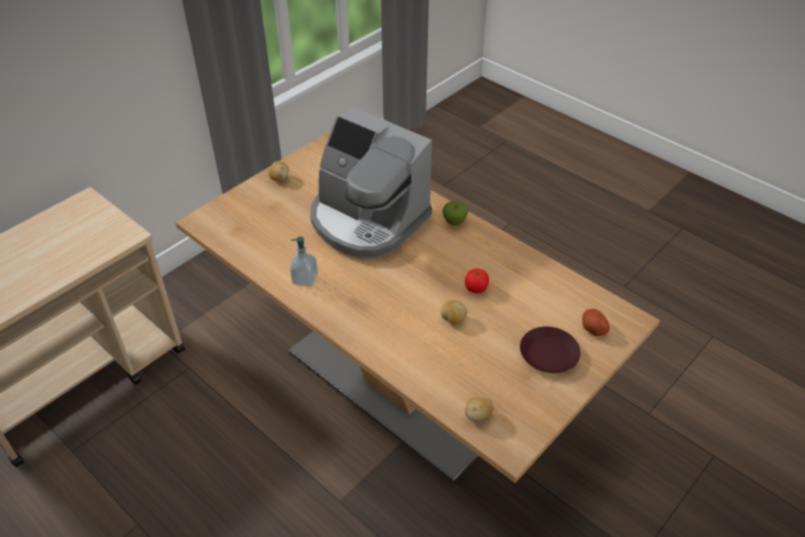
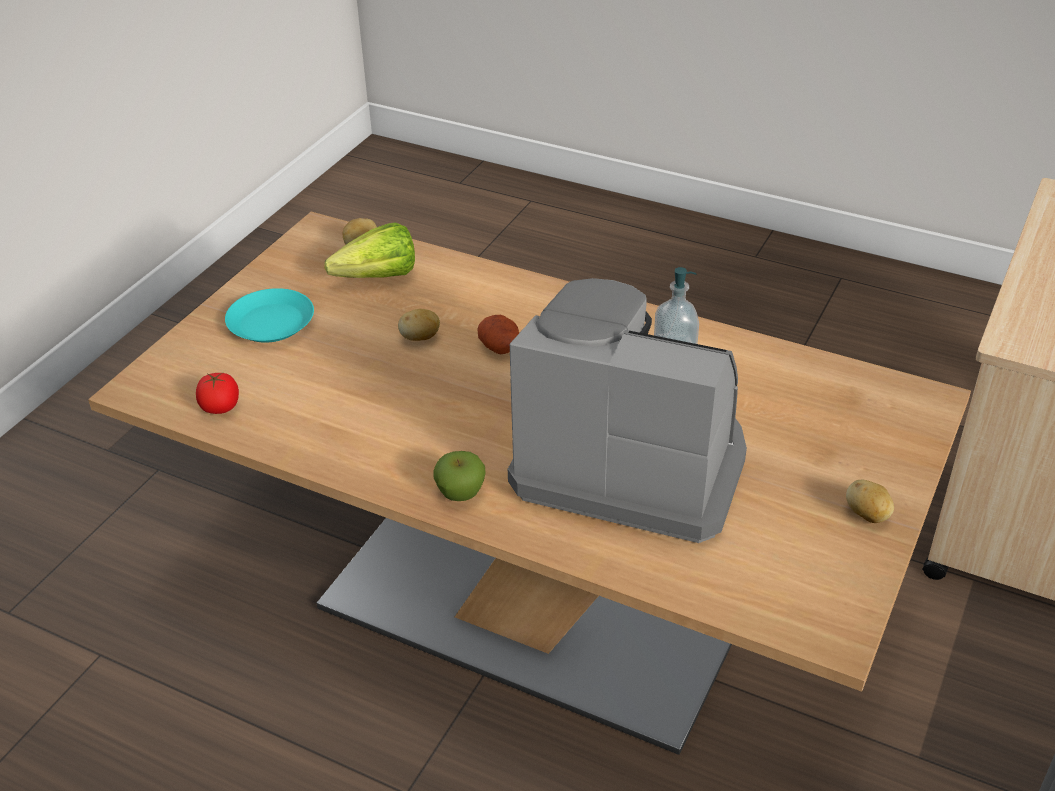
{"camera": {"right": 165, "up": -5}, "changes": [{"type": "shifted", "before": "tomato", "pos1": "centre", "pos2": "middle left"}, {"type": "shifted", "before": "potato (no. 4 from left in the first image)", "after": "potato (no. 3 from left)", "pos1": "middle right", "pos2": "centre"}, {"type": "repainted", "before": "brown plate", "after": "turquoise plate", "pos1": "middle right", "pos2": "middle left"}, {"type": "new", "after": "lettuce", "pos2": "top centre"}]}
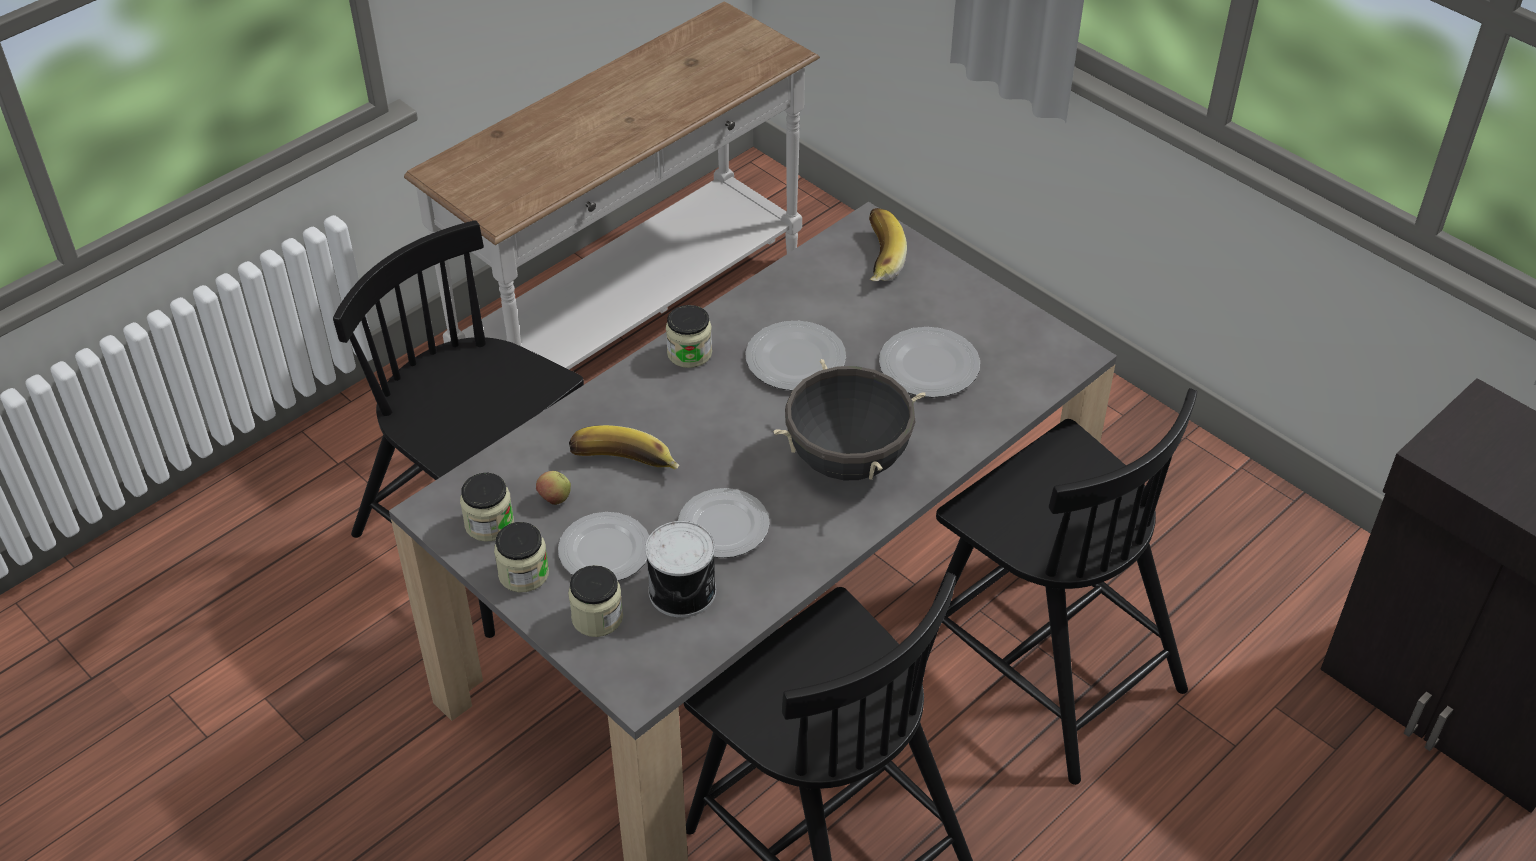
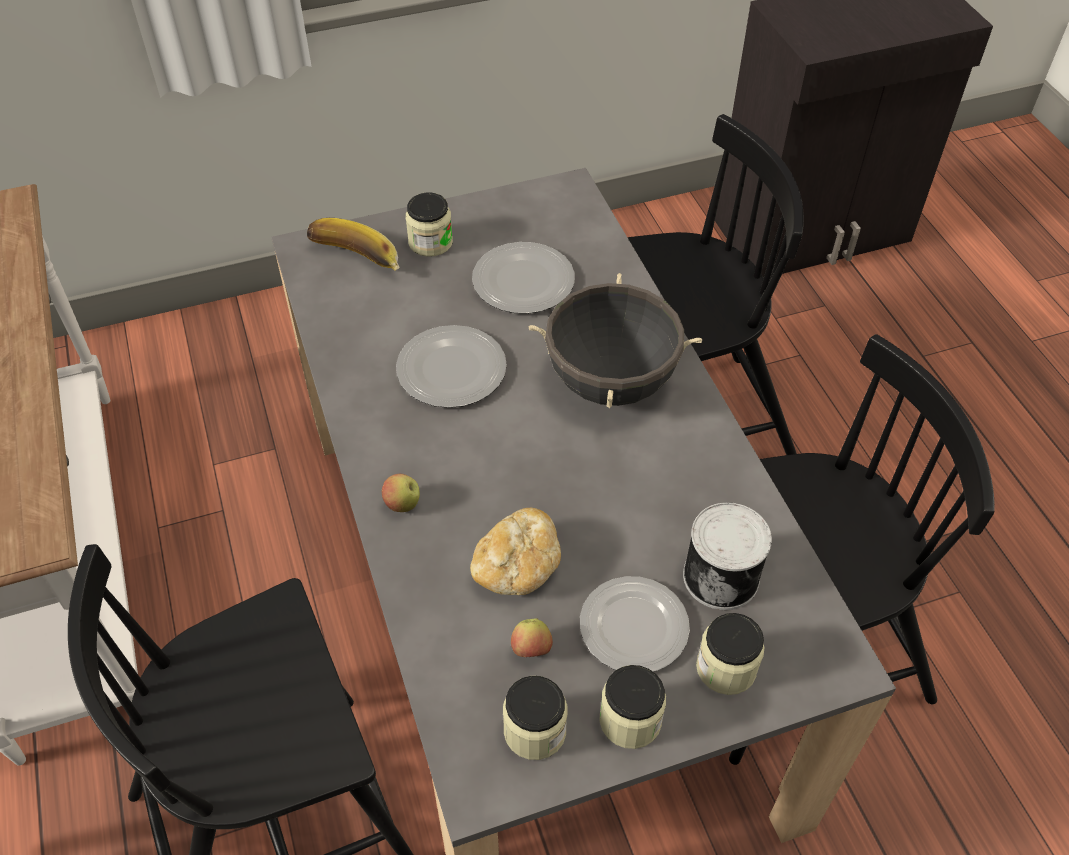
{"camera": {"right": -65, "up": 5}, "changes": [{"type": "shifted", "before": "jar (no. 4 from left in the first image)", "after": "jar (no. 1 from left)", "pos1": "centre", "pos2": "top centre"}, {"type": "swapped", "before": "banana (no. 1 from left)", "after": "bread", "pos1": "centre", "pos2": "centre"}, {"type": "gone", "before": "plate (no. 2 from left)", "pos1": "centre"}, {"type": "new", "after": "apple (no. 1 from left)", "pos2": "centre"}]}
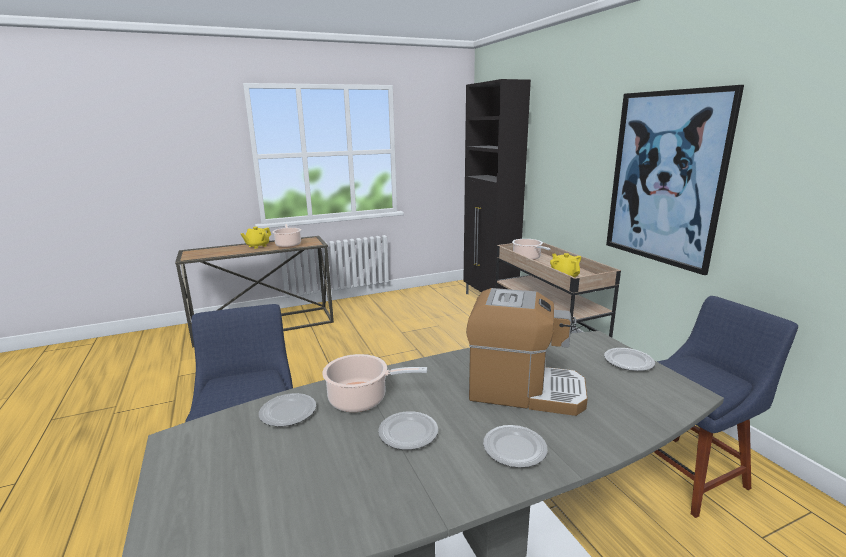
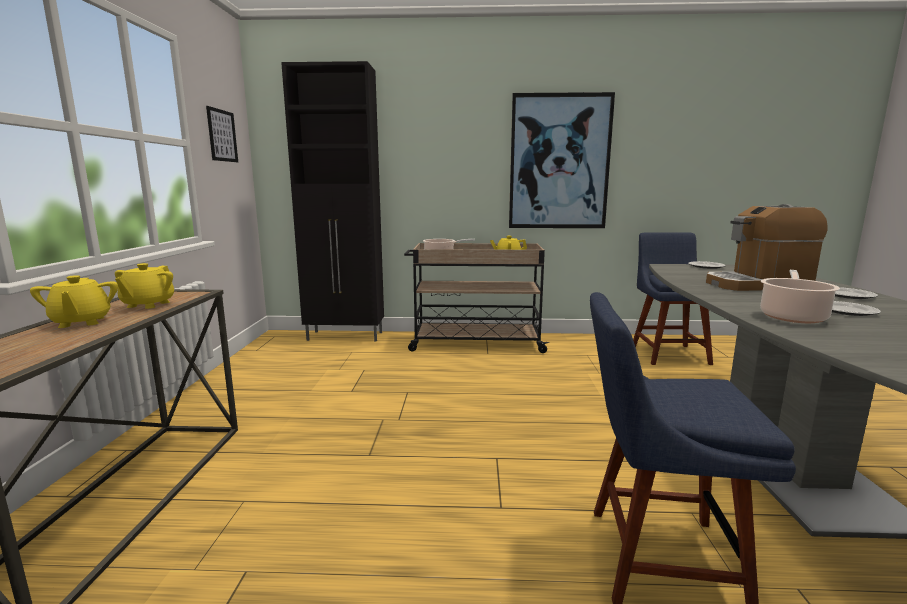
{"camera": {"right": -65, "up": -5}, "changes": [{"type": "swapped", "before": "cooking pot (no. 1 from left)", "after": "yellow teapot (no. 2 from left)", "pos1": "centre", "pos2": "middle left"}, {"type": "rotated", "before": "coffee machine", "pos1": "centre", "pos2": "middle right", "turn": -135}, {"type": "gone", "before": "plate (no. 1 from left)", "pos1": "bottom centre"}, {"type": "new", "after": "picture (no. 1 from left)", "pos2": "top left"}]}
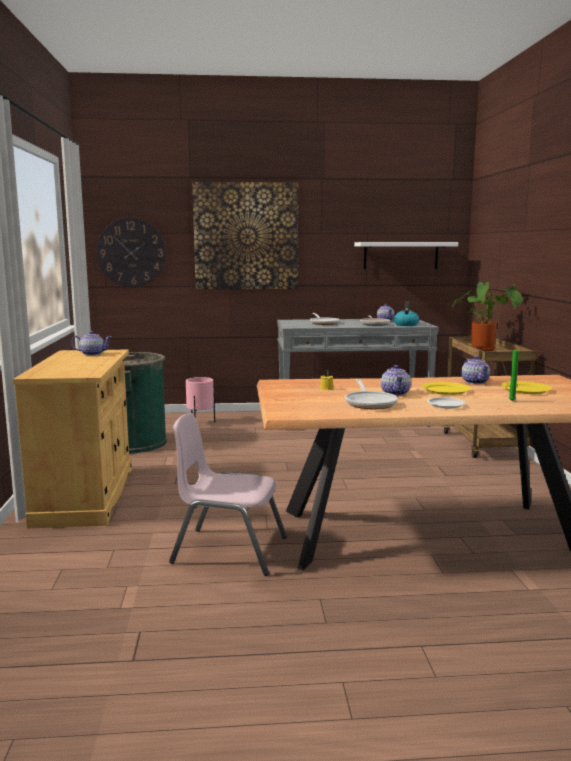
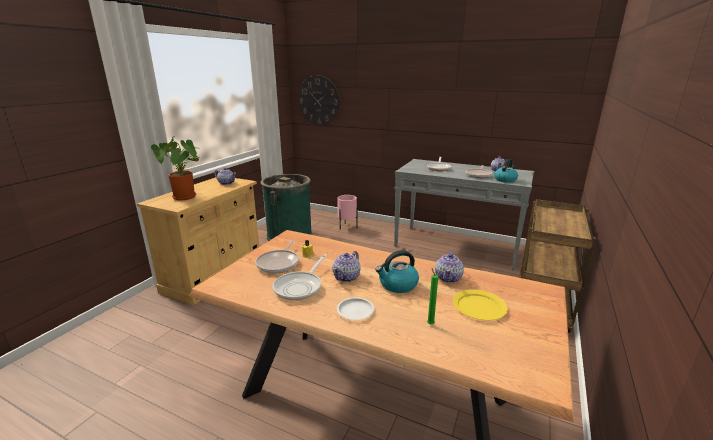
{"camera": {"right": 30, "up": 10}, "changes": [{"type": "gone", "before": "picture", "pos1": "top centre"}, {"type": "gone", "before": "white shelf", "pos1": "middle right"}, {"type": "shifted", "before": "potted plant", "pos1": "middle right", "pos2": "middle left"}, {"type": "swapped", "before": "yellow plate (no. 1 from left)", "after": "kettle (no. 1 from left)", "pos1": "middle right", "pos2": "centre"}, {"type": "gone", "before": "pink chair", "pos1": "centre"}, {"type": "new", "after": "frying pan (no. 1 from left)", "pos2": "centre"}]}
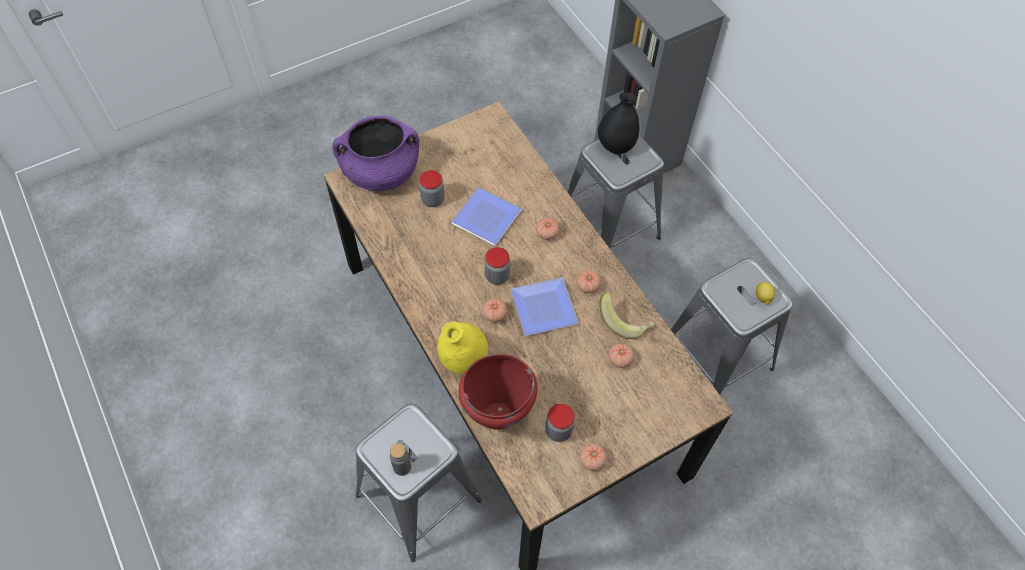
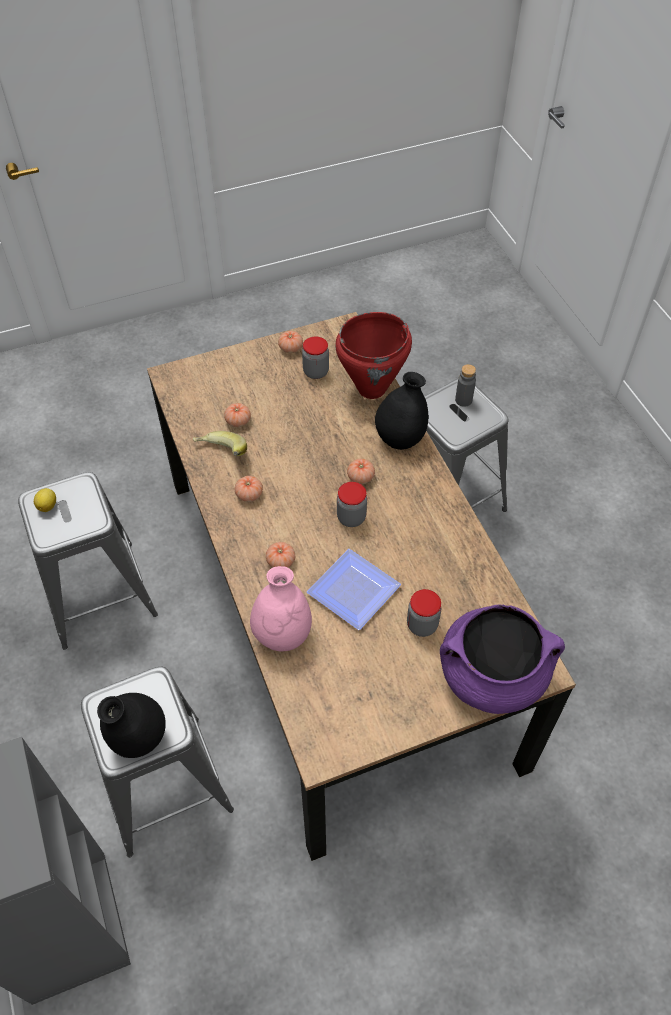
{"camera": {"right": -170, "up": -5}, "changes": [{"type": "gone", "before": "plate (no. 2 from left)", "pos1": "centre"}, {"type": "repainted", "before": "yellow vase", "after": "black vase (no. 2 from left)", "pos1": "centre", "pos2": "centre"}, {"type": "new", "after": "pink vase", "pos2": "centre"}]}
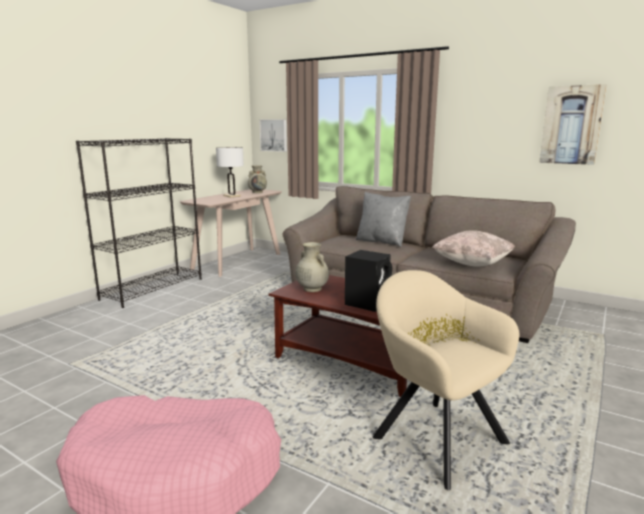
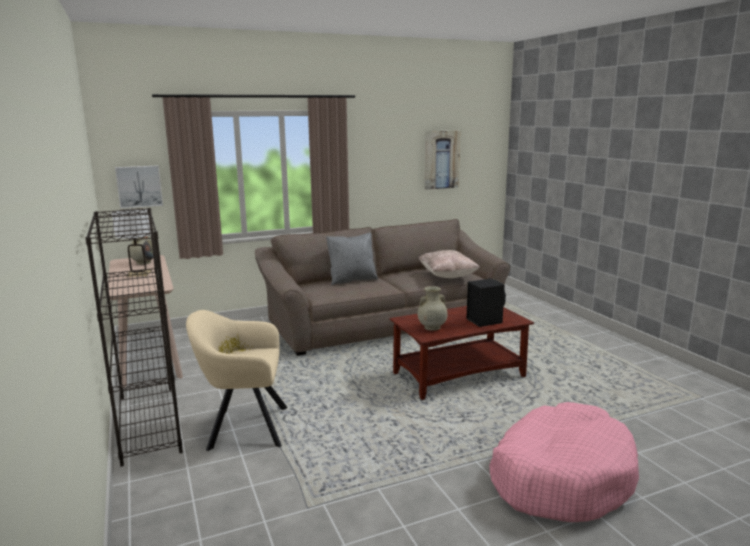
{"camera": {"right": -55, "up": 0}, "changes": [{"type": "shifted", "before": "beige armchair", "pos1": "bottom right", "pos2": "bottom left"}]}
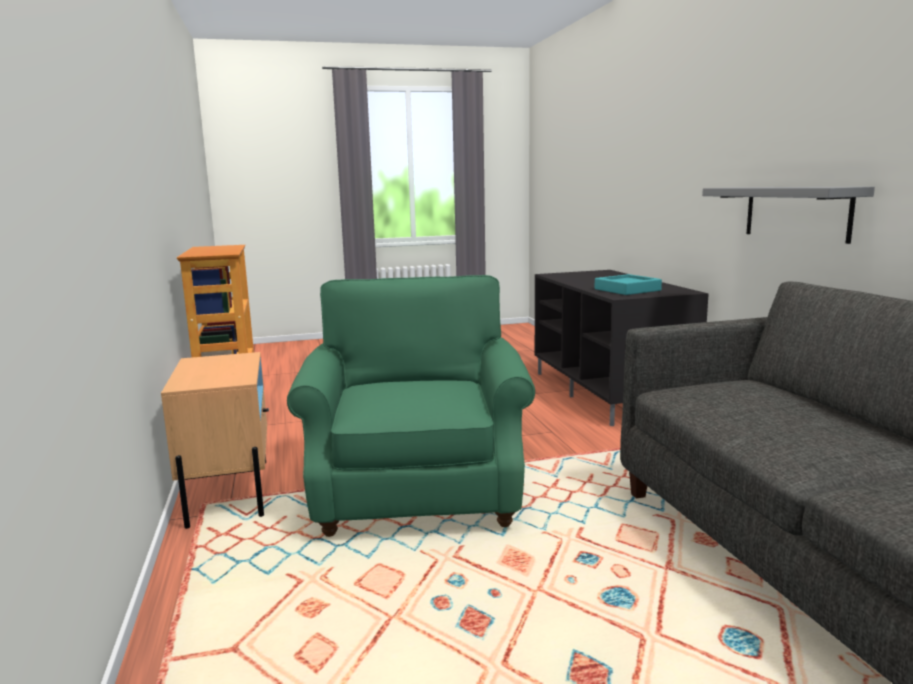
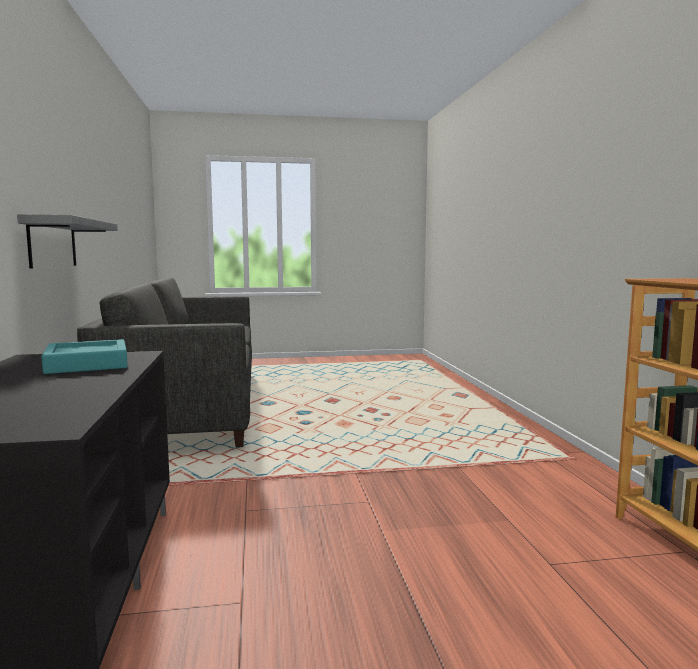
{"camera": {"right": -175, "up": -5}, "changes": [{"type": "gone", "before": "green armchair", "pos1": "centre"}, {"type": "gone", "before": "beige nightstand", "pos1": "middle left"}]}
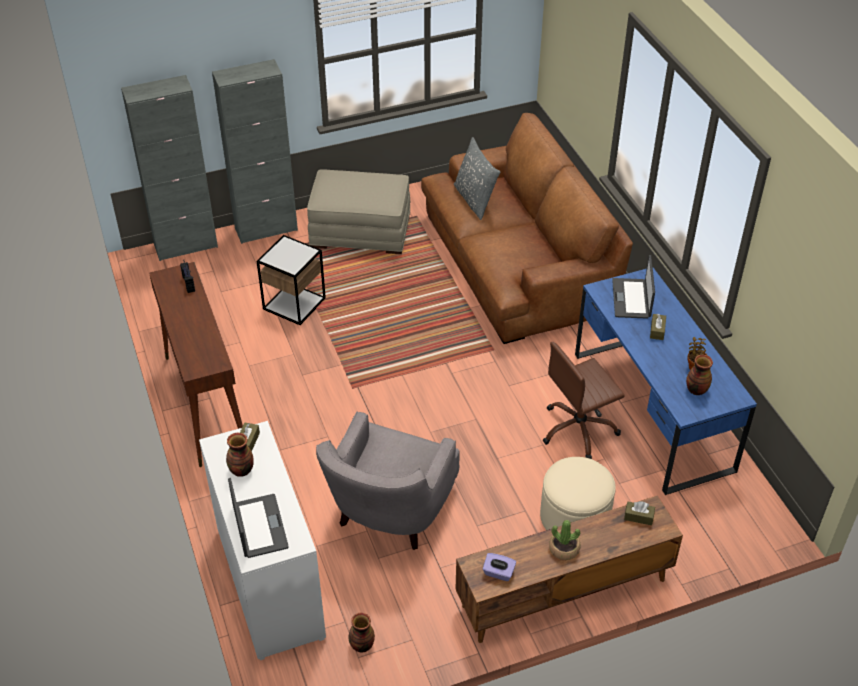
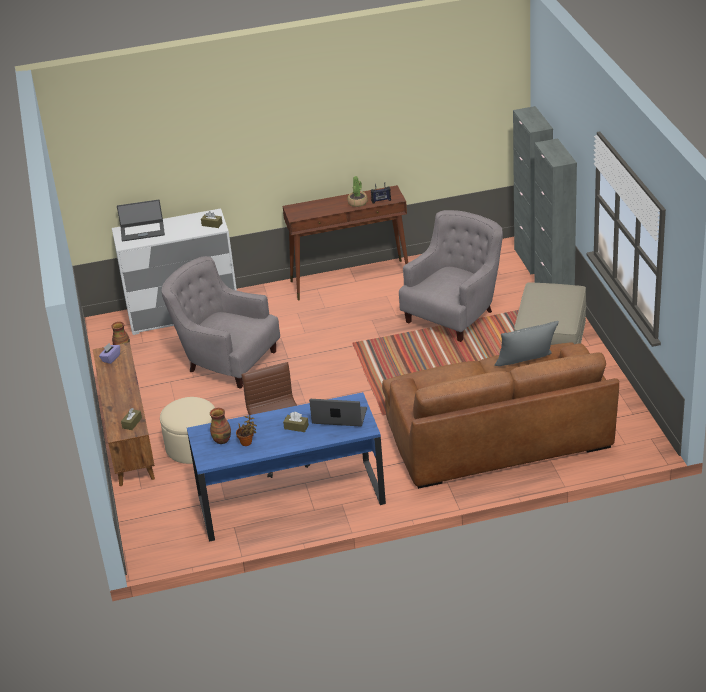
{"camera": {"right": 100, "up": -10}, "changes": [{"type": "swapped", "before": "side table", "after": "grey armchair (no. 2 from left)", "pos1": "centre", "pos2": "centre"}, {"type": "gone", "before": "vase (no. 1 from left)", "pos1": "middle left"}, {"type": "shifted", "before": "potted plant (no. 1 from left in the first image)", "after": "potted plant (no. 2 from left)", "pos1": "bottom centre", "pos2": "top centre"}]}
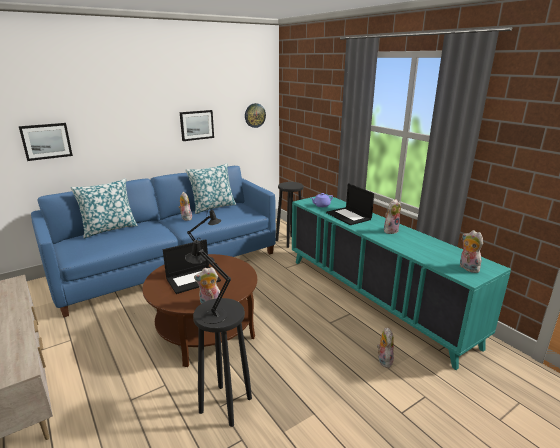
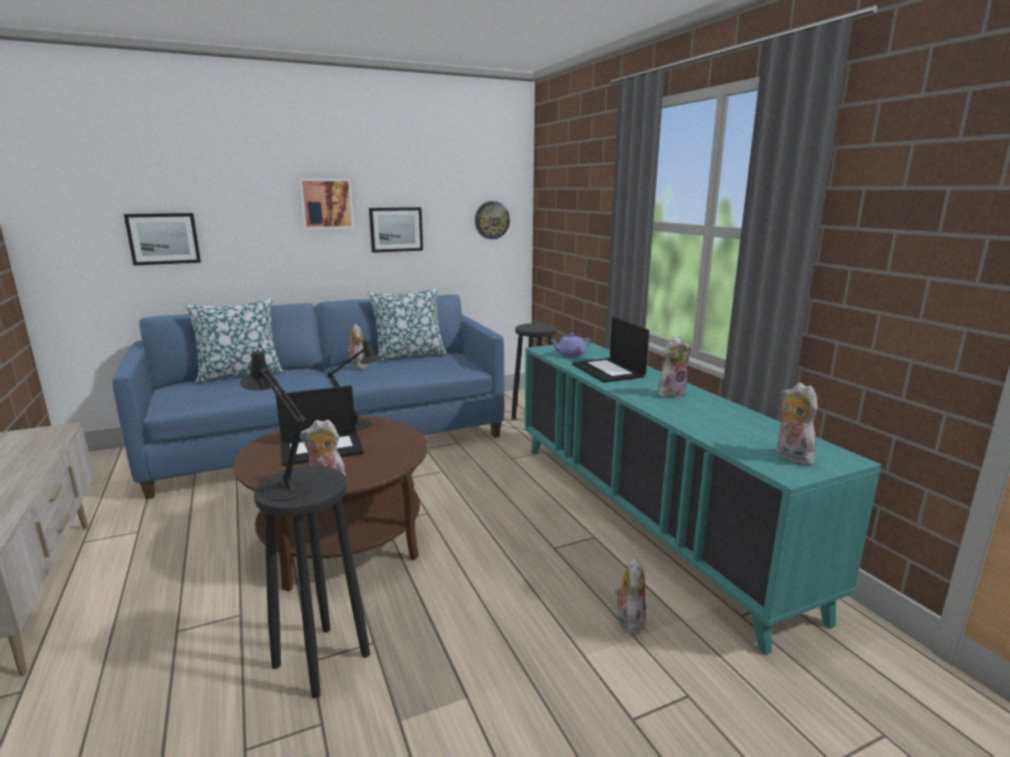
{"camera": {"right": 10, "up": -5}, "changes": [{"type": "new", "after": "picture (no. 2 from left)", "pos2": "top left"}]}
